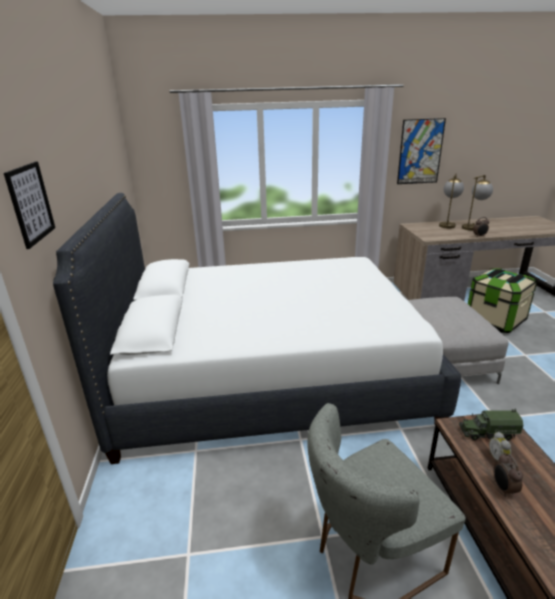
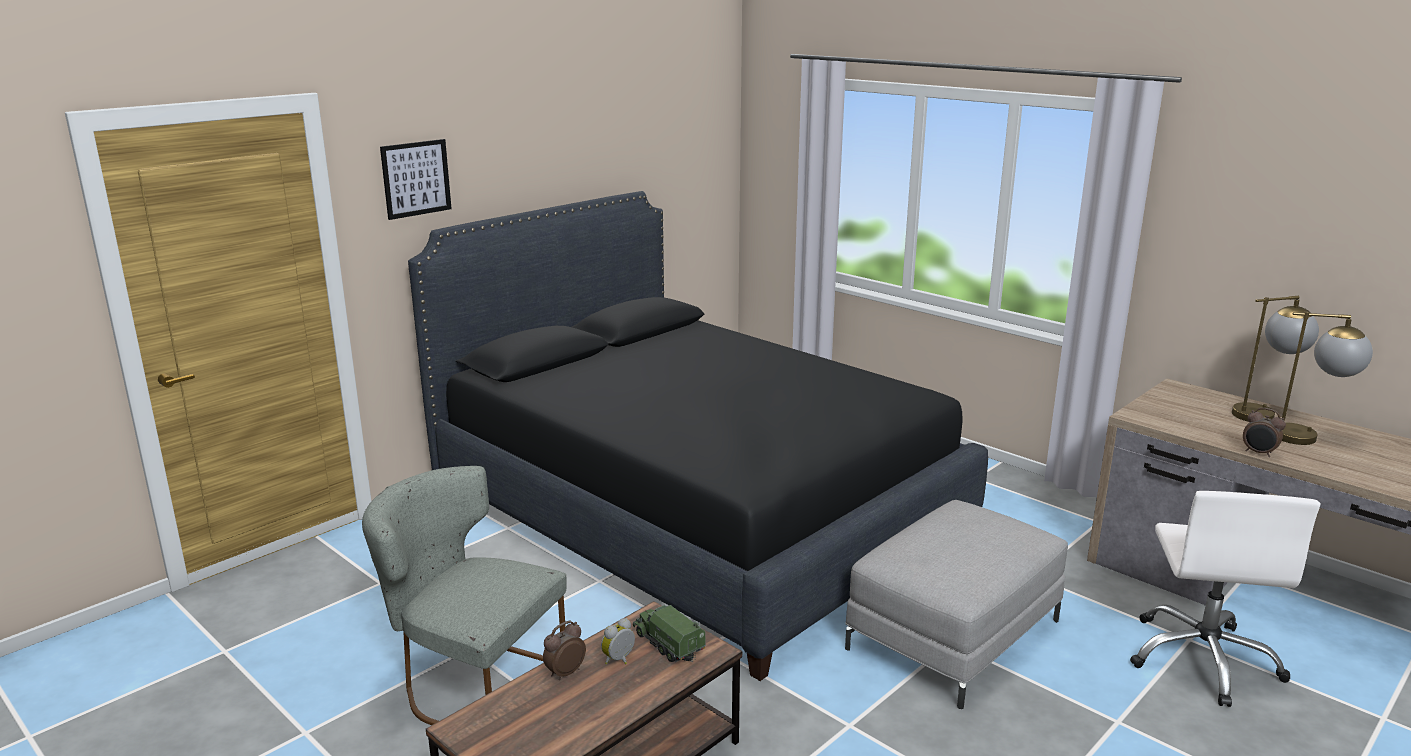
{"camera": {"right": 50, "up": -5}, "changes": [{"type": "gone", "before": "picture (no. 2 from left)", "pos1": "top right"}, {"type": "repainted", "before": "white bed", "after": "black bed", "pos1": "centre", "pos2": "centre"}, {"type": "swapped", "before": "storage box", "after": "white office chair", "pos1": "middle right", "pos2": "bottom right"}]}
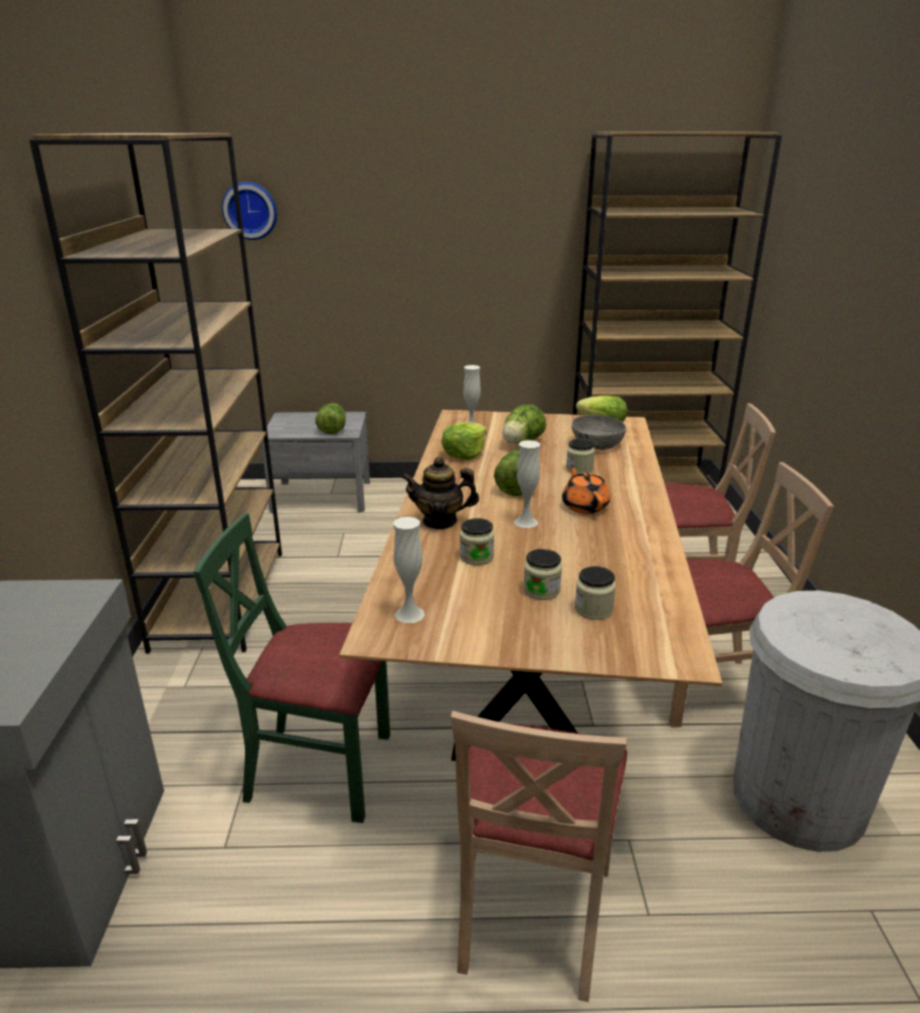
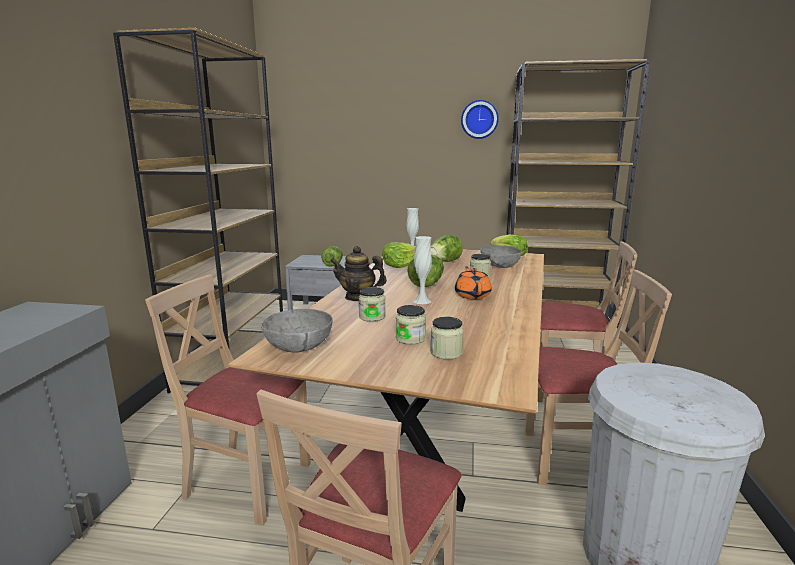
{"camera": {"right": 10, "up": -10}, "changes": [{"type": "shifted", "before": "wall clock", "pos1": "top left", "pos2": "top centre"}, {"type": "repainted", "before": "green chair", "after": "beige chair (no. 1 from left)", "pos1": "middle left", "pos2": "bottom left"}, {"type": "swapped", "before": "white vase (no. 1 from left)", "after": "grey bowl (no. 1 from left)", "pos1": "centre", "pos2": "centre"}]}
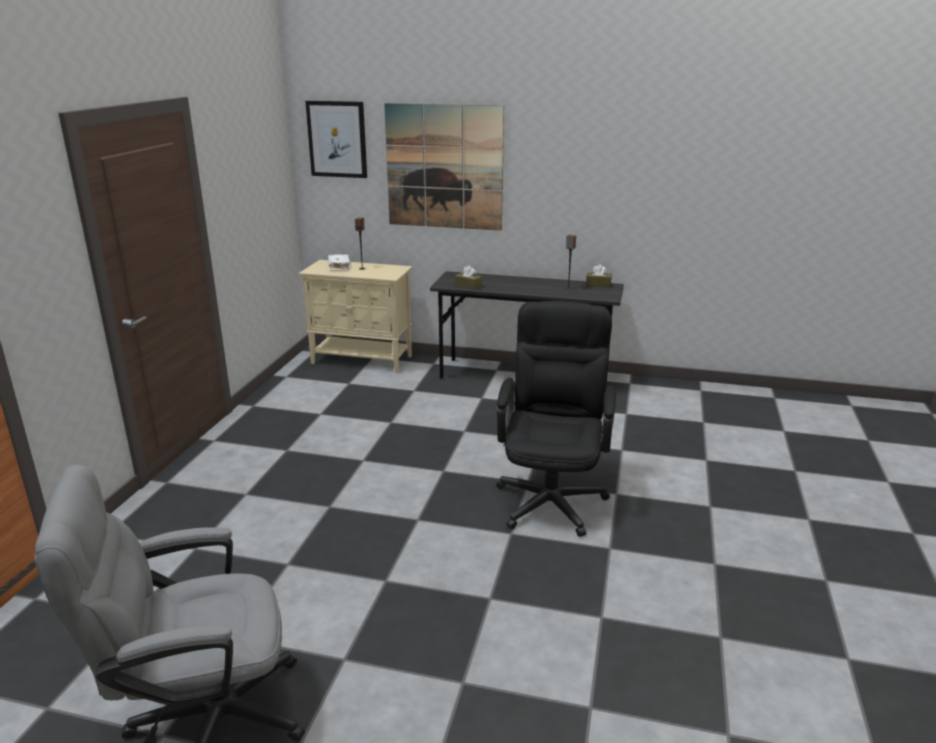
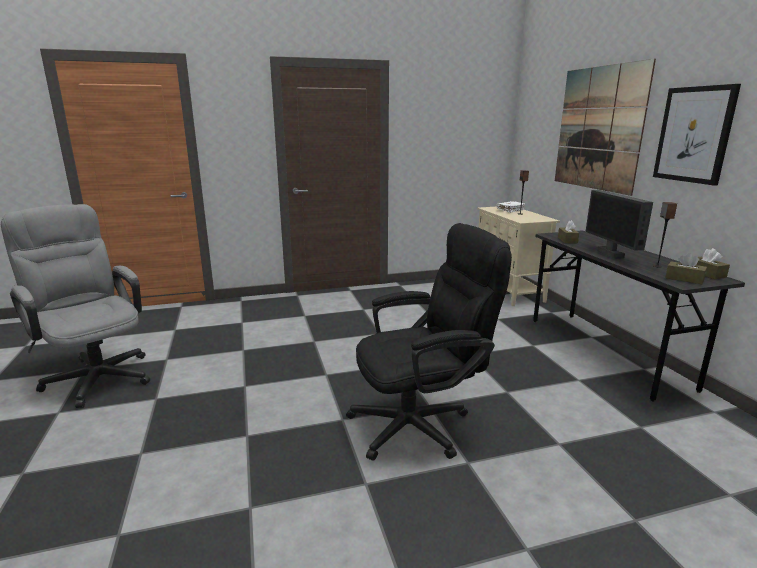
{"camera": {"right": 60, "up": -5}, "changes": [{"type": "shifted", "before": "picture (no. 1 from left in the first image)", "after": "picture (no. 2 from left)", "pos1": "top centre", "pos2": "top right"}, {"type": "new", "after": "monitor", "pos2": "middle right"}, {"type": "new", "after": "brown tissue box (no. 2 from left)", "pos2": "middle right"}]}
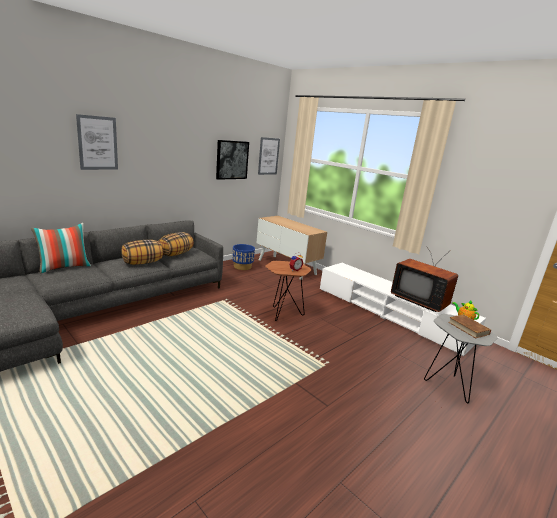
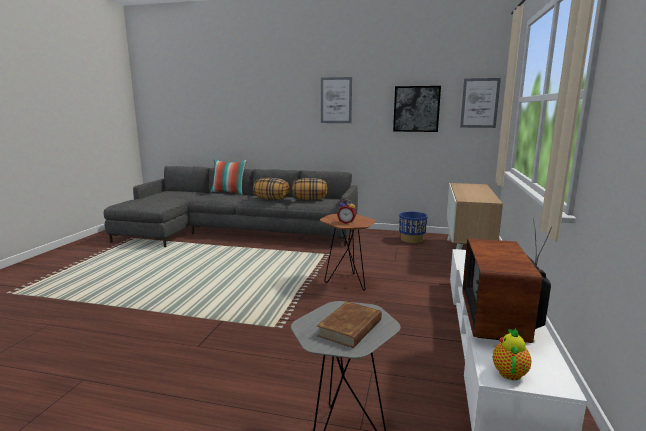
{"camera": {"right": 60, "up": -5}, "changes": [{"type": "shifted", "before": "picture (no. 1 from left)", "pos1": "top left", "pos2": "top centre"}]}
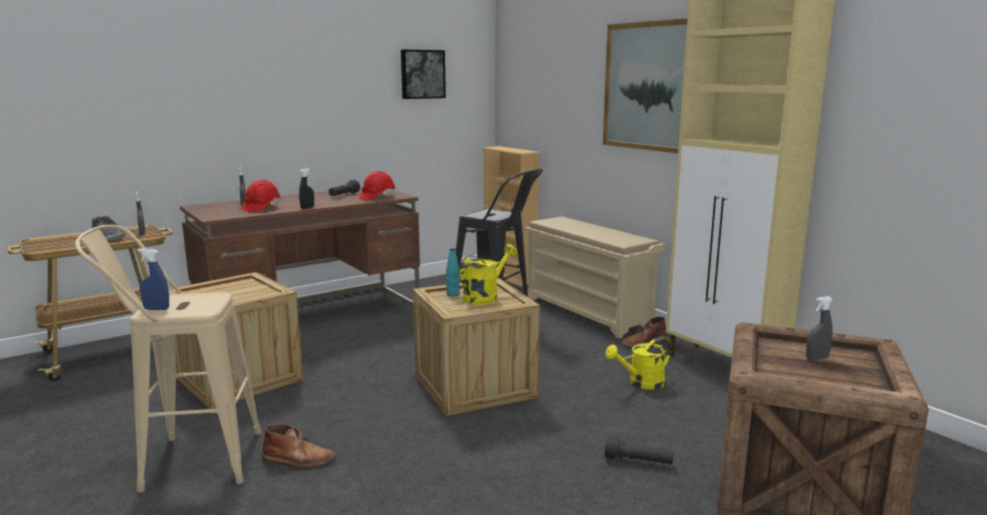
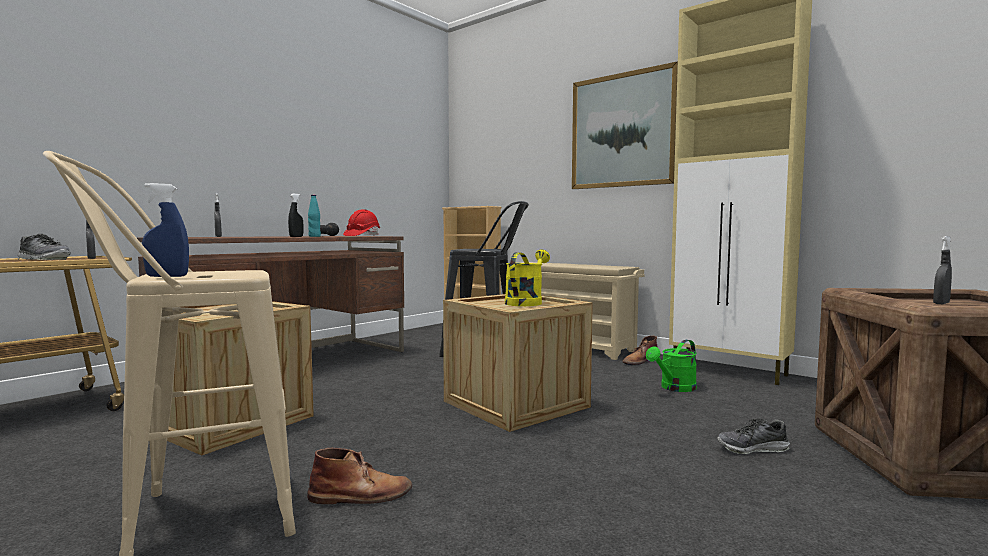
{"camera": {"right": -15, "up": -10}, "changes": [{"type": "gone", "before": "picture (no. 1 from left)", "pos1": "top centre"}, {"type": "gone", "before": "red hard hat (no. 1 from left)", "pos1": "middle left"}, {"type": "shifted", "before": "turquoise bottle", "pos1": "centre", "pos2": "middle left"}, {"type": "repainted", "before": "yellow watering can (no. 2 from left)", "after": "green watering can", "pos1": "bottom centre", "pos2": "middle right"}, {"type": "swapped", "before": "black flashlight (no. 2 from left)", "after": "shoe (no. 2 from left)", "pos1": "bottom centre", "pos2": "bottom right"}]}
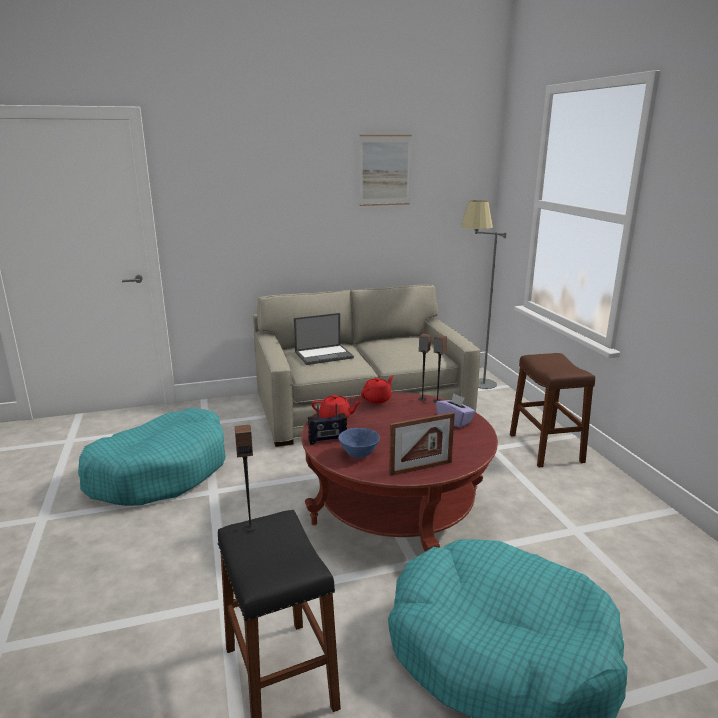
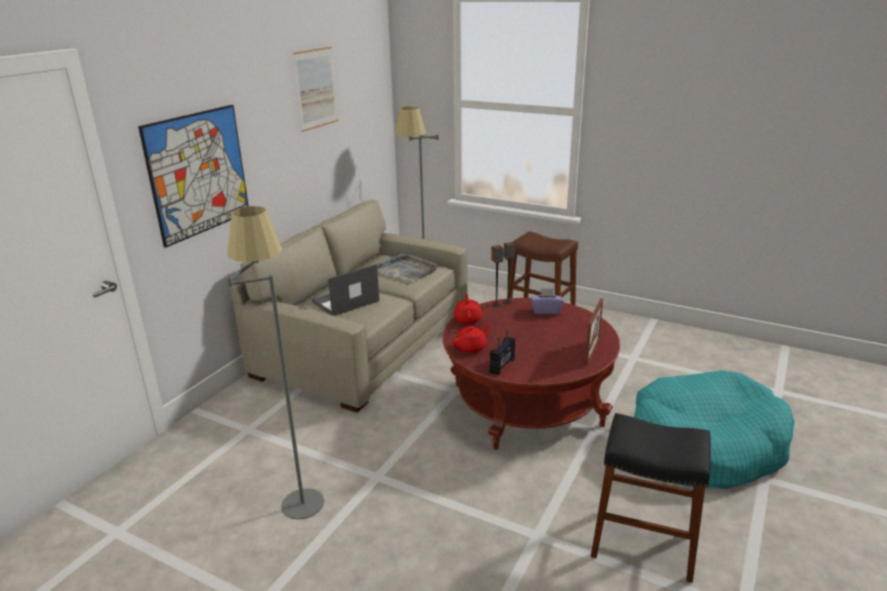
{"camera": {"right": -45, "up": 5}, "changes": [{"type": "rotated", "before": "laptop", "pos1": "centre", "pos2": "centre", "turn": -150}, {"type": "swapped", "before": "turquoise dog bed (no. 1 from left)", "after": "grey floor lamp (no. 1 from left)", "pos1": "middle left", "pos2": "middle left"}, {"type": "gone", "before": "speaker (no. 1 from left)", "pos1": "centre"}, {"type": "gone", "before": "blue bowl", "pos1": "centre"}, {"type": "new", "after": "picture (no. 1 from left)", "pos2": "top left"}, {"type": "new", "after": "grey tray", "pos2": "centre"}]}
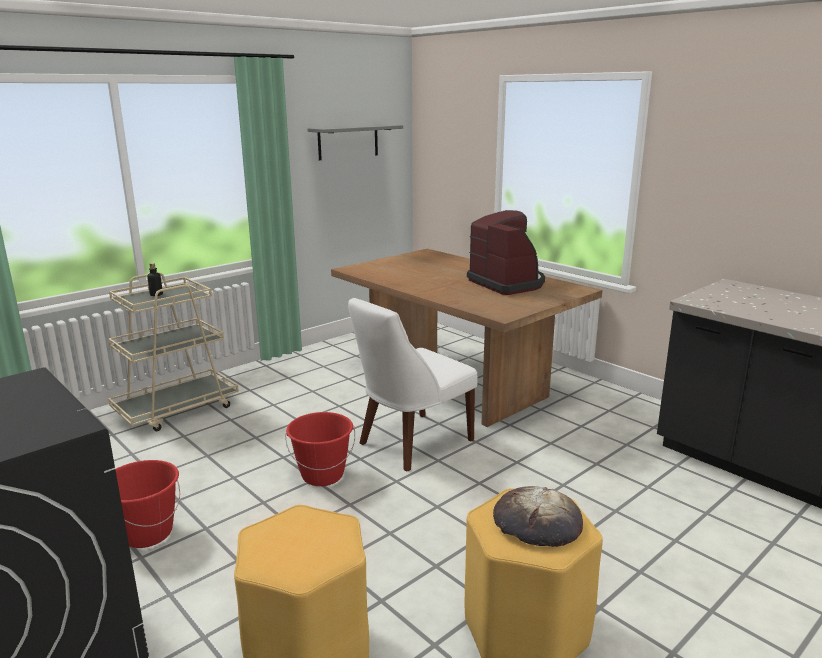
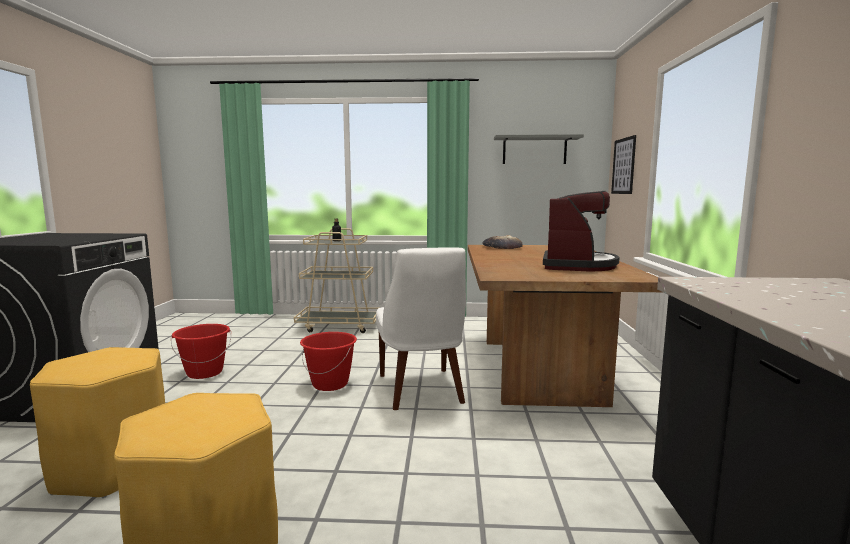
{"camera": {"right": 45, "up": -10}, "changes": [{"type": "rotated", "before": "white chair", "pos1": "centre", "pos2": "centre", "turn": -105}, {"type": "shifted", "before": "bread", "pos1": "bottom centre", "pos2": "centre"}, {"type": "new", "after": "picture", "pos2": "top right"}]}
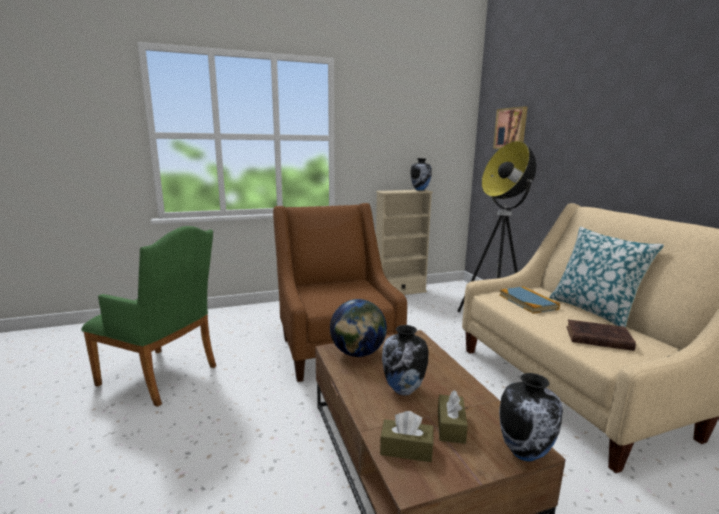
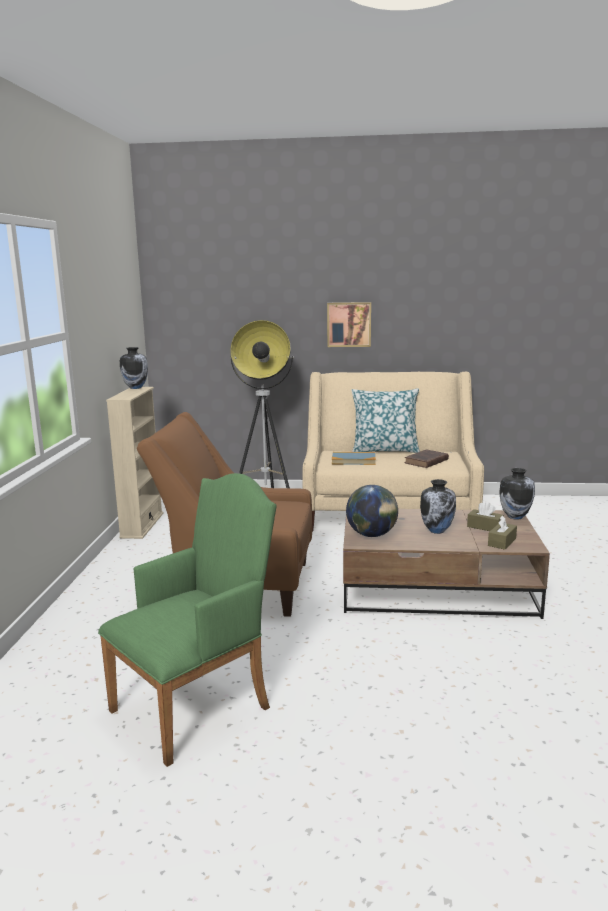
{"camera": {"right": -65, "up": 0}, "changes": [{"type": "shifted", "before": "picture", "pos1": "top right", "pos2": "centre"}]}
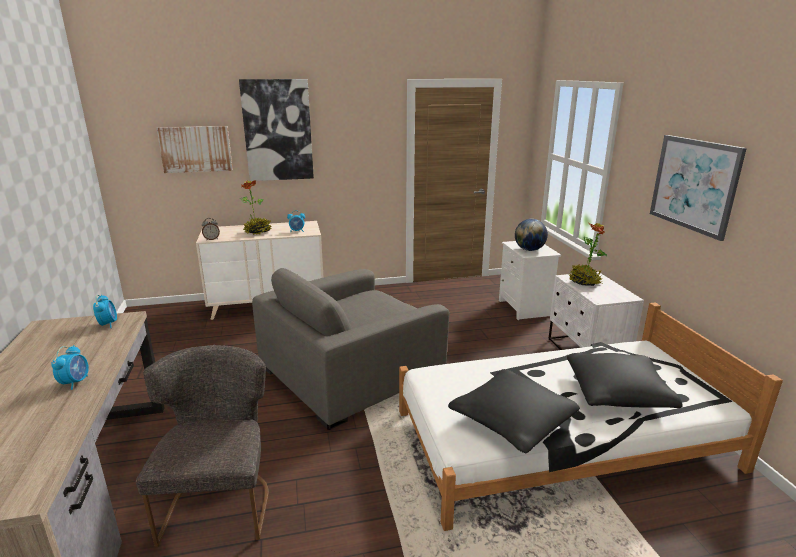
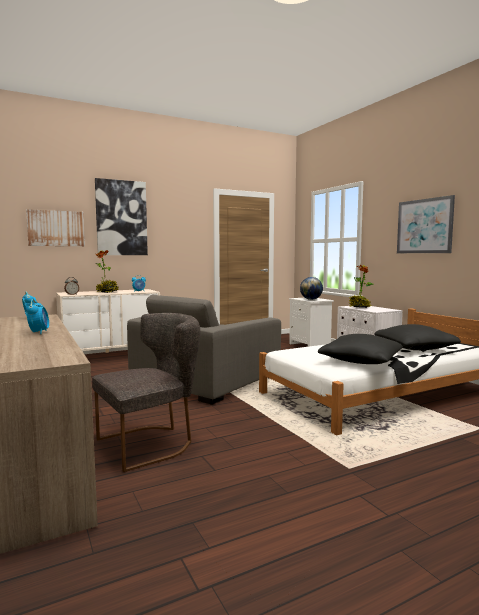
{"camera": {"right": -15, "up": -15}, "changes": [{"type": "rotated", "before": "grey chair", "pos1": "bottom left", "pos2": "middle left", "turn": 75}]}
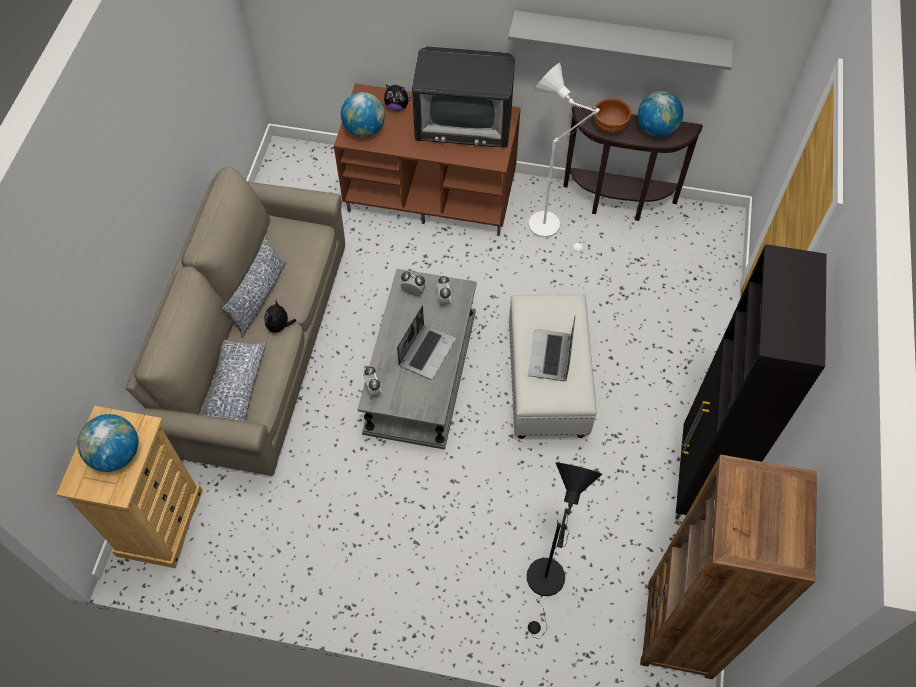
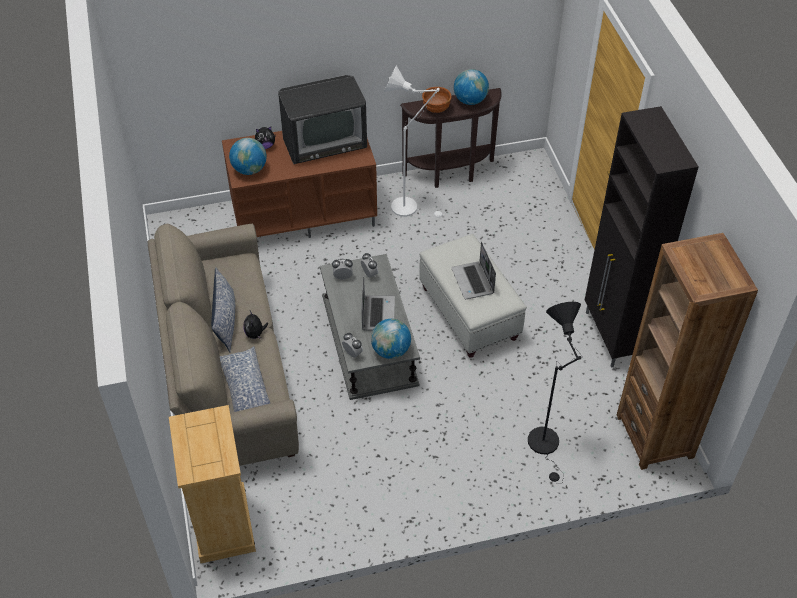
{"camera": {"right": -25, "up": -10}, "changes": [{"type": "gone", "before": "grey shelf", "pos1": "top right"}, {"type": "shifted", "before": "globe (no. 1 from left in the first image)", "after": "globe (no. 2 from left)", "pos1": "middle left", "pos2": "centre"}]}
